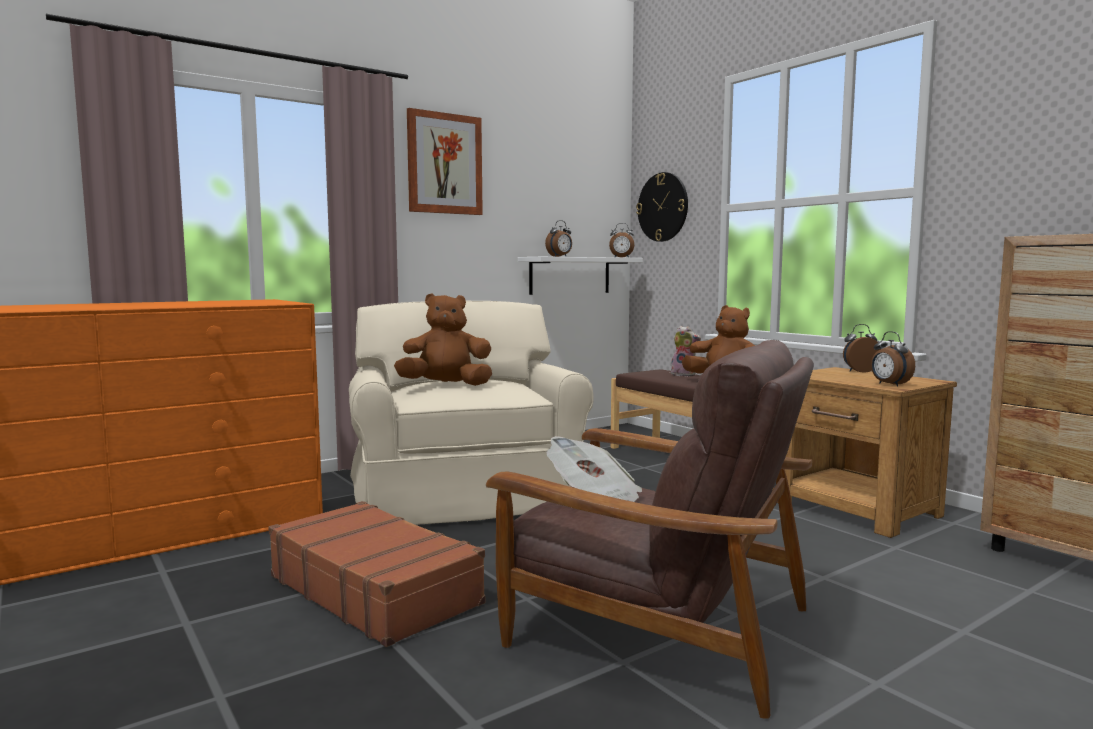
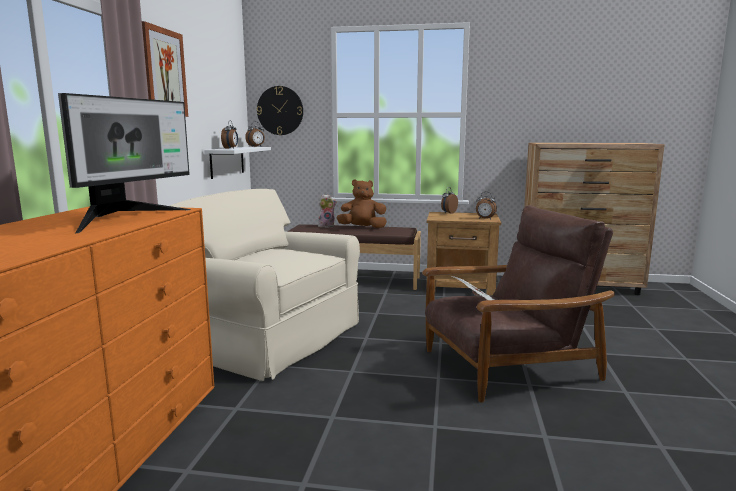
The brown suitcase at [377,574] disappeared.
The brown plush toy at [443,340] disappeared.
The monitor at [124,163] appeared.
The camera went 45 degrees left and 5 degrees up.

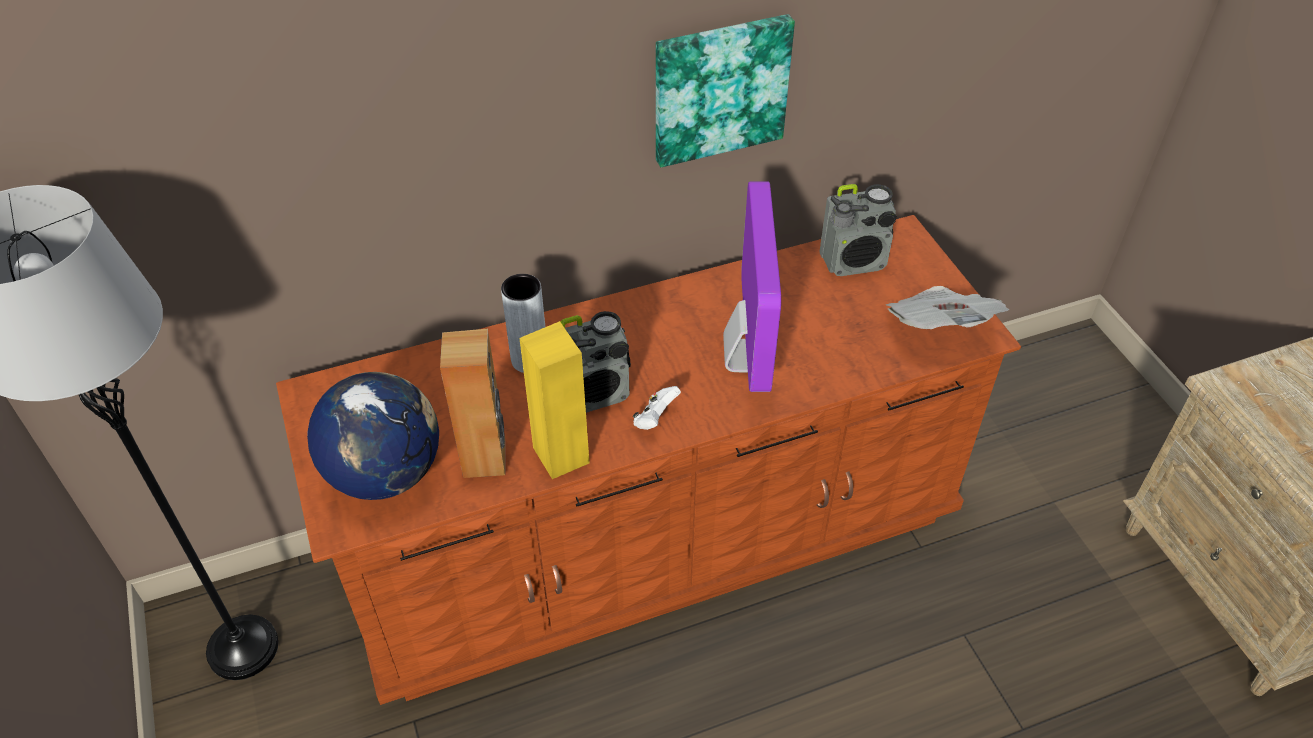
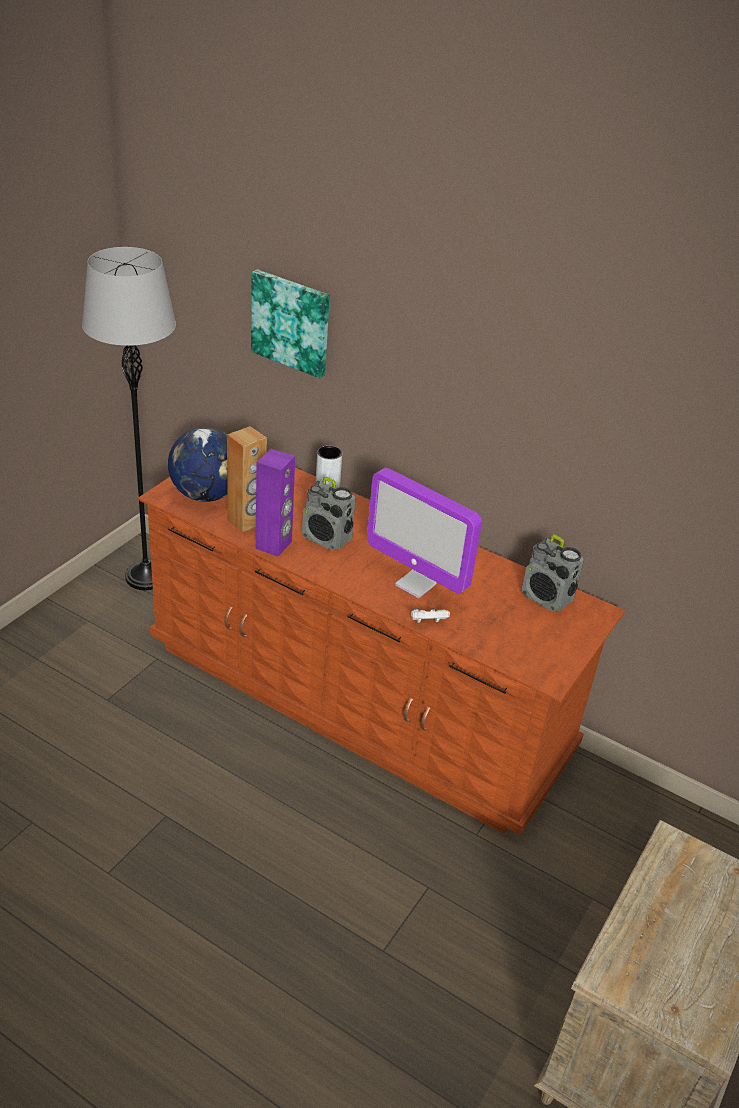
The newspaper at [947,307] disappeared.
The white game controller moved from [657,408] to [430,615].
The picture moved from [725,90] to [290,324].
The yellow speaker at [554,400] became the purple speaker at [275,503].
The monitor at [752,286] turned 75 degrees clockwise.
The camera went 50 degrees right and 10 degrees down.

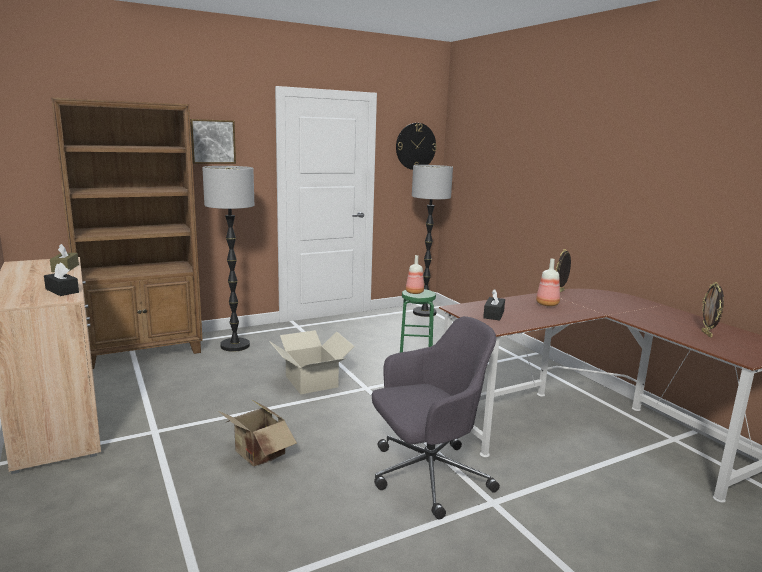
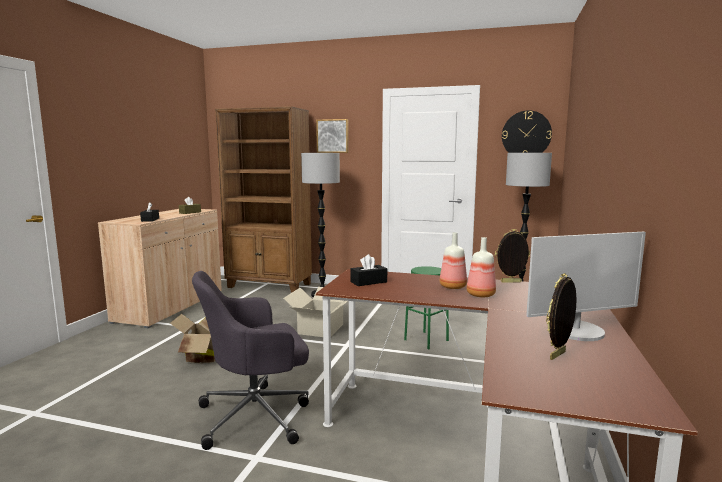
The monitor at [586,286] appeared.
The bottle moved from [415,274] to [481,267].
The grey office chair at [436,418] turned 135 degrees clockwise.
The camera went 45 degrees right and 5 degrees down.

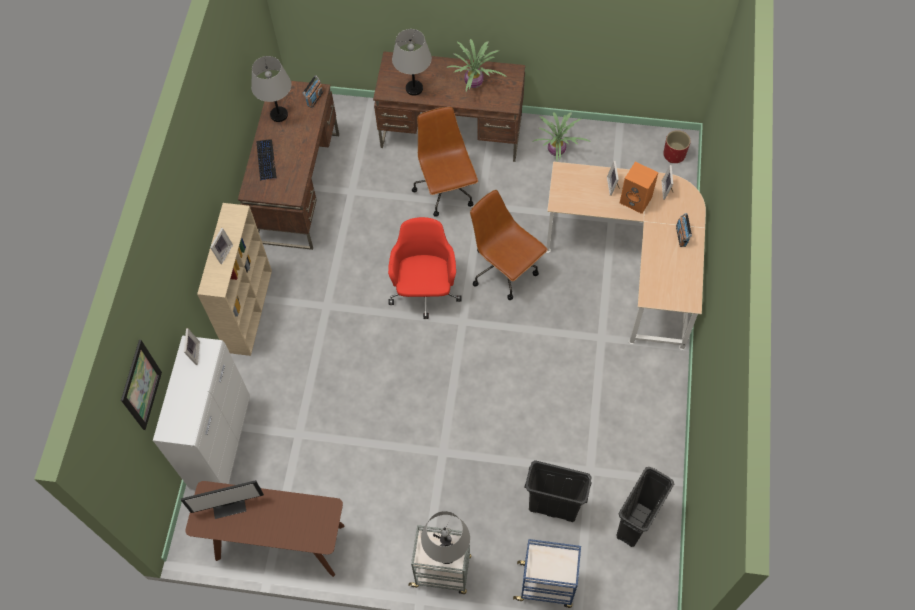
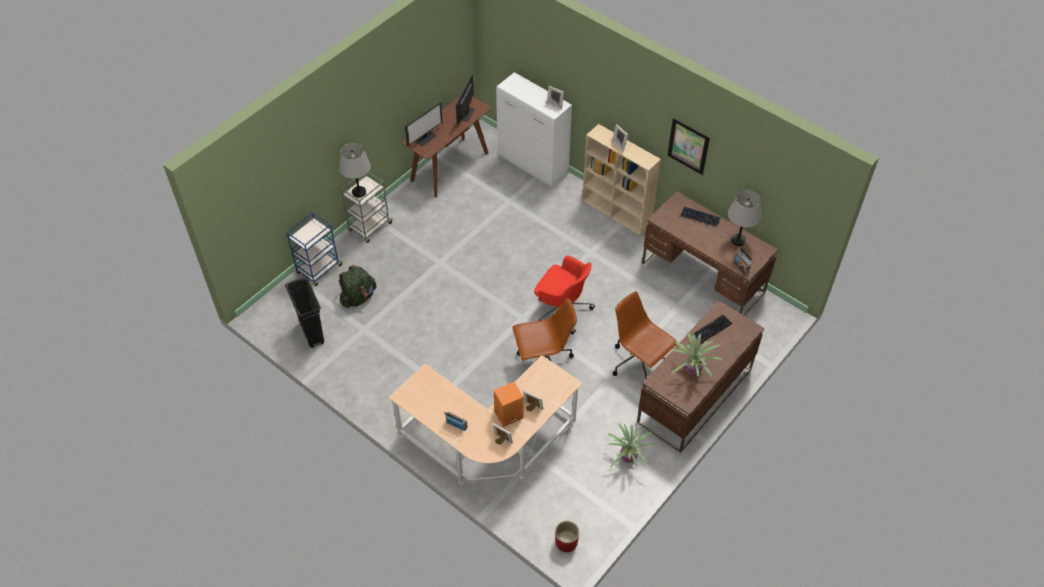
The monitor at [424,124] appeared.
The picture moved from [141,385] to [688,146].
The grey table lamp at [412,62] was replaced by the keyboard at [712,329].
The black trash can at [558,491] was replaced by the green backpack at [358,286].
The brown office chair at [445,162] turned 150 degrees counterclockwise.
The camera went 120 degrees right and 10 degrees down.

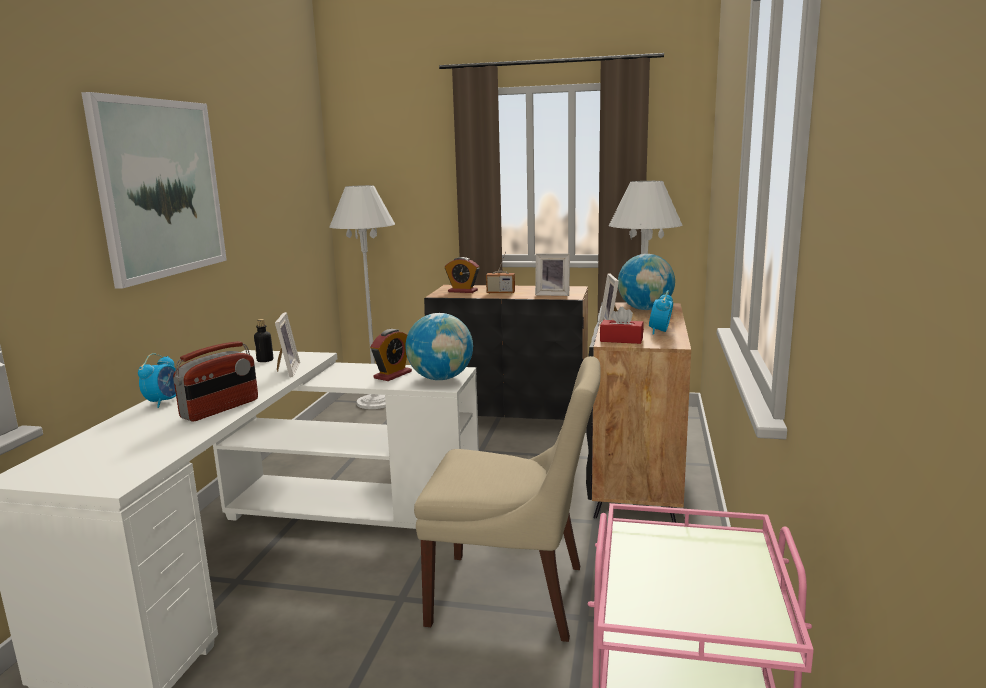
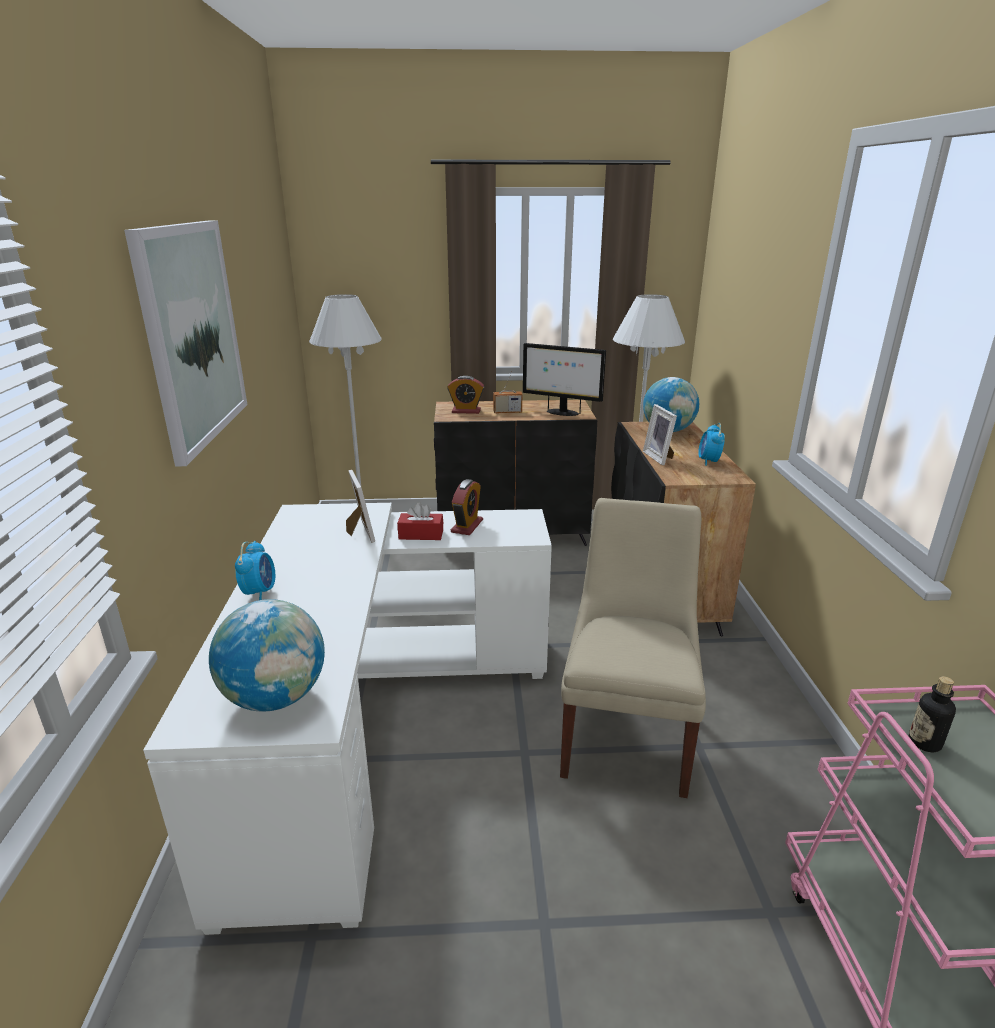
The radio at [215,381] disappeared.
The bottle moved from [263,340] to [932,714].
The globe moved from [439,346] to [267,655].
The red tissue box moved from [622,325] to [420,521].
The picture frame at [552,274] was replaced by the monitor at [564,379].
The beige chair at [507,499] turned 75 degrees counterclockwise.
The camera went 15 degrees left and 10 degrees up.

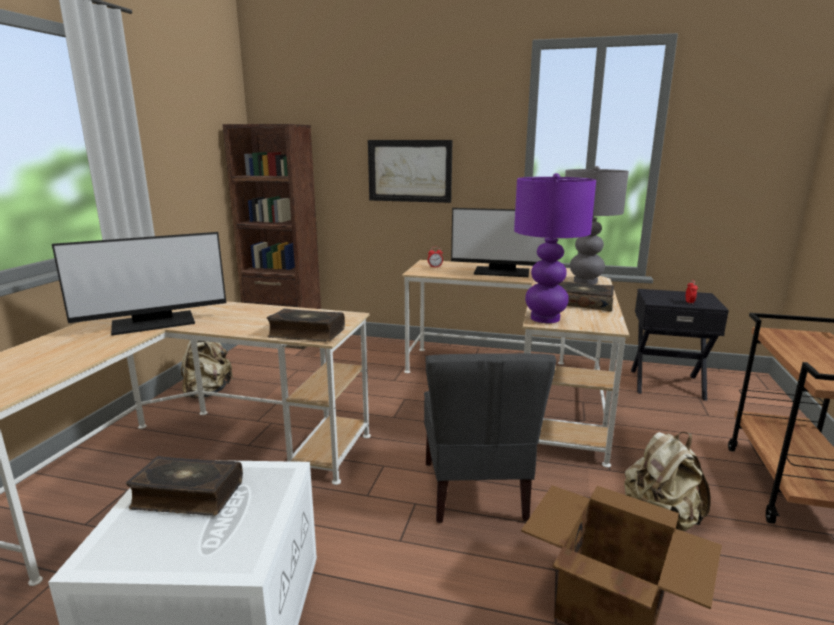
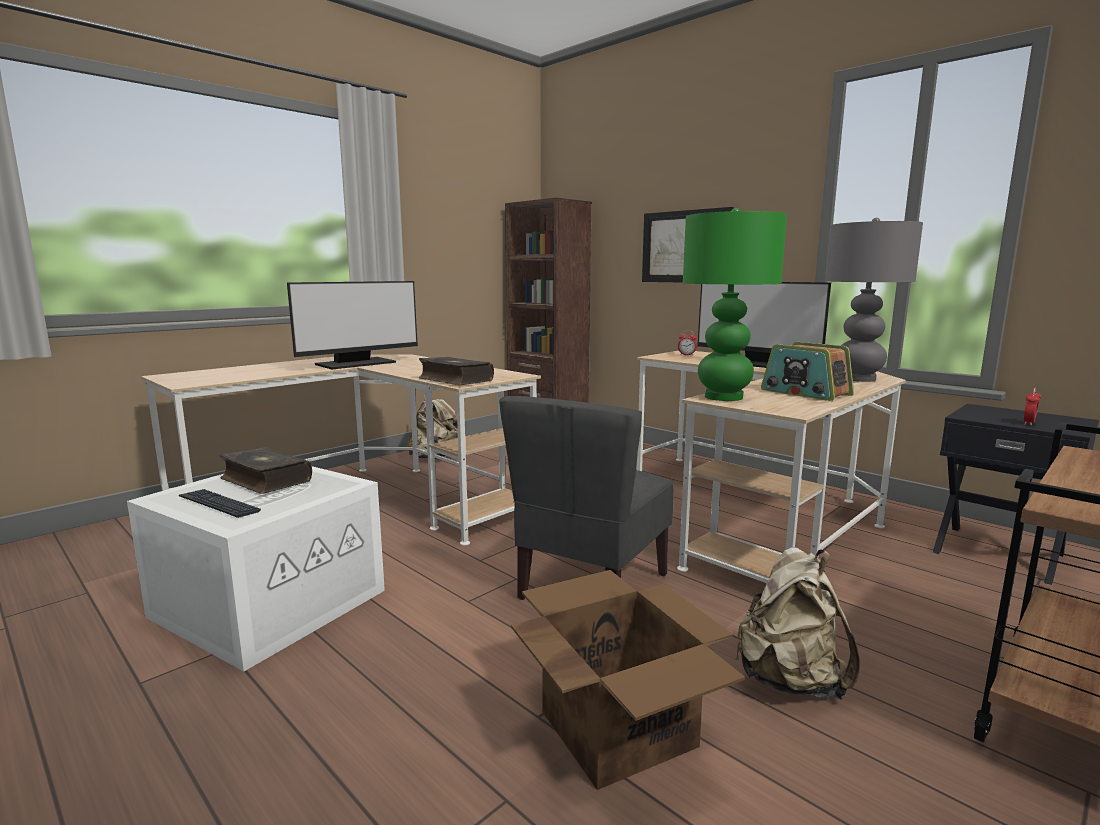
The keyboard at [220,503] appeared.
The book at [586,296] was replaced by the radio at [807,371].
The purple table lamp at [555,248] became the green table lamp at [735,304].
The monitor at [139,284] turned 45 degrees counterclockwise.
The camera went 30 degrees right and 5 degrees down.

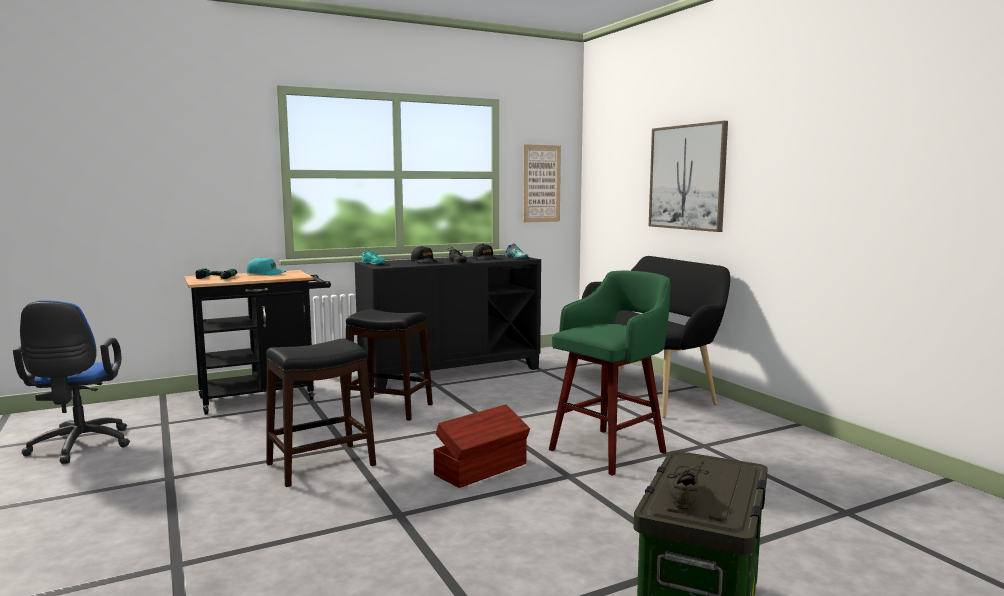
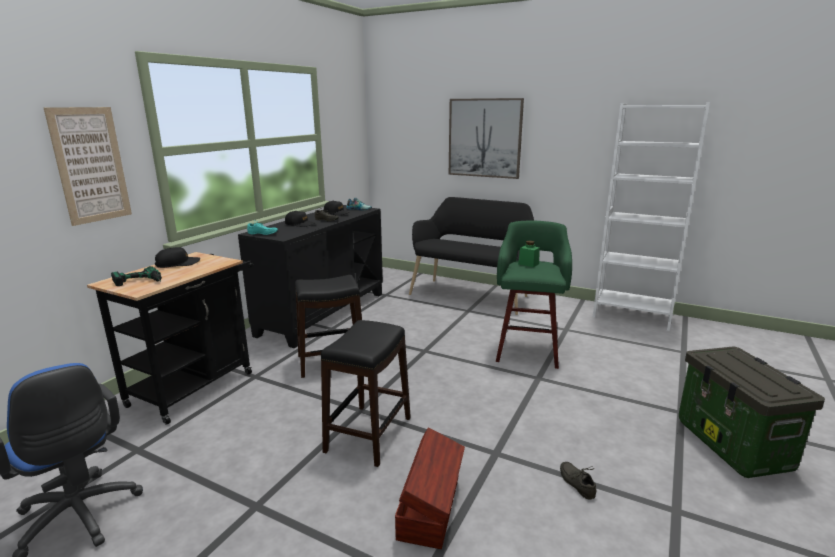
The green jar at [529,254] appeared.
The white bookcase at [651,217] appeared.
The brown storage box moved from [481,446] to [430,488].
The picture moved from [542,183] to [88,166].
The grey shoe moved from [688,486] to [578,481].
The turquoise cap at [266,266] became the black cap at [177,257].
The camera went 35 degrees left and 10 degrees up.

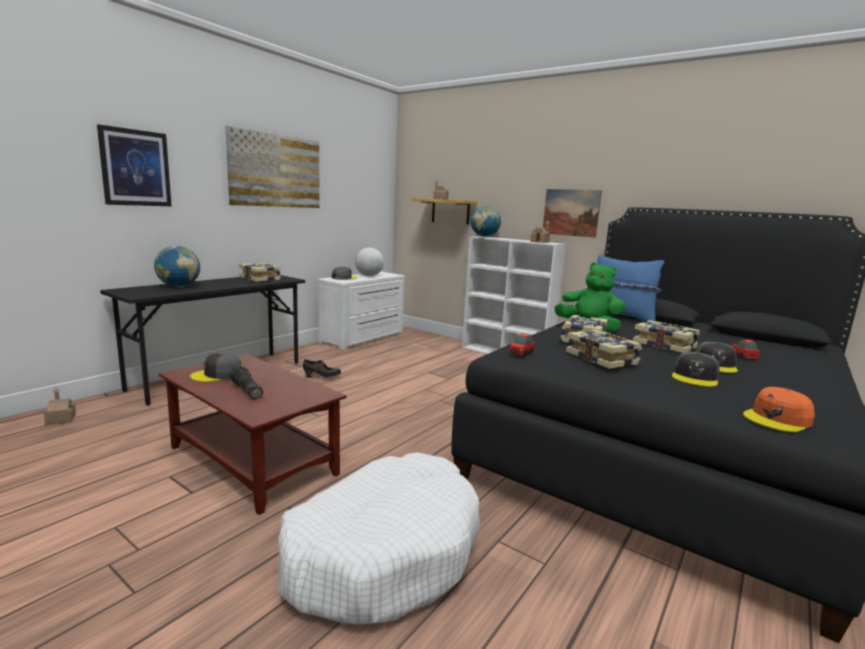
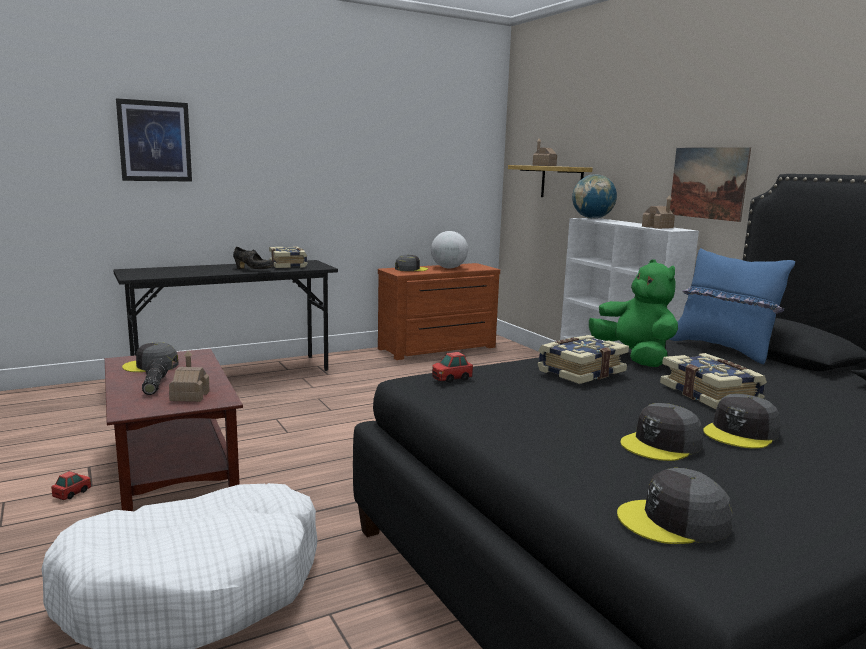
The globe at [177,266] disappeared.
The picture at [273,167] disappeared.
The book at [604,349] disappeared.
The toy house moved from [60,406] to [189,376].
The black shoe moved from [322,368] to [253,258].
The toy car moved from [746,349] to [71,485].
The white dresser at [361,311] became the brown dresser at [439,311].
The orange cap at [779,409] became the grey cap at [674,506].
The camera went 25 degrees right and 0 degrees up.

